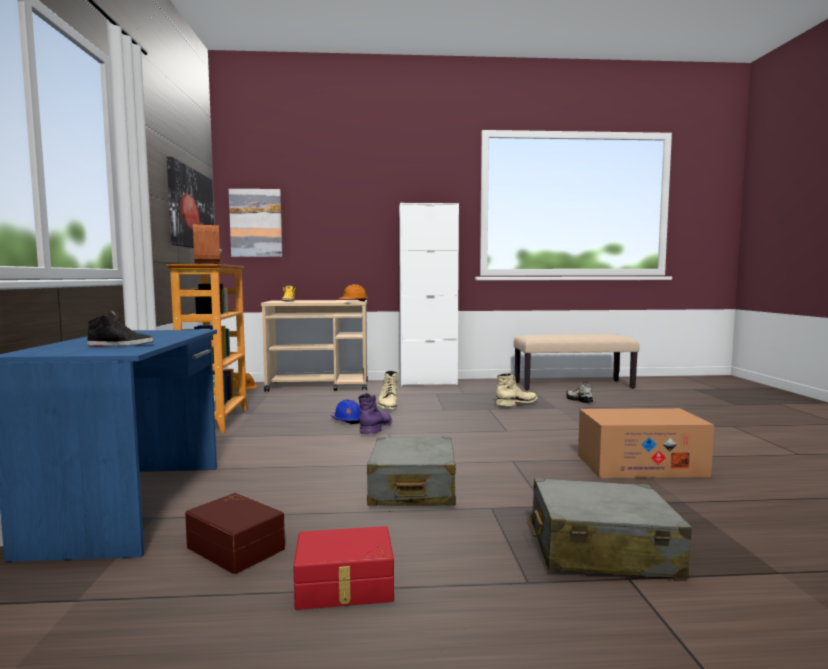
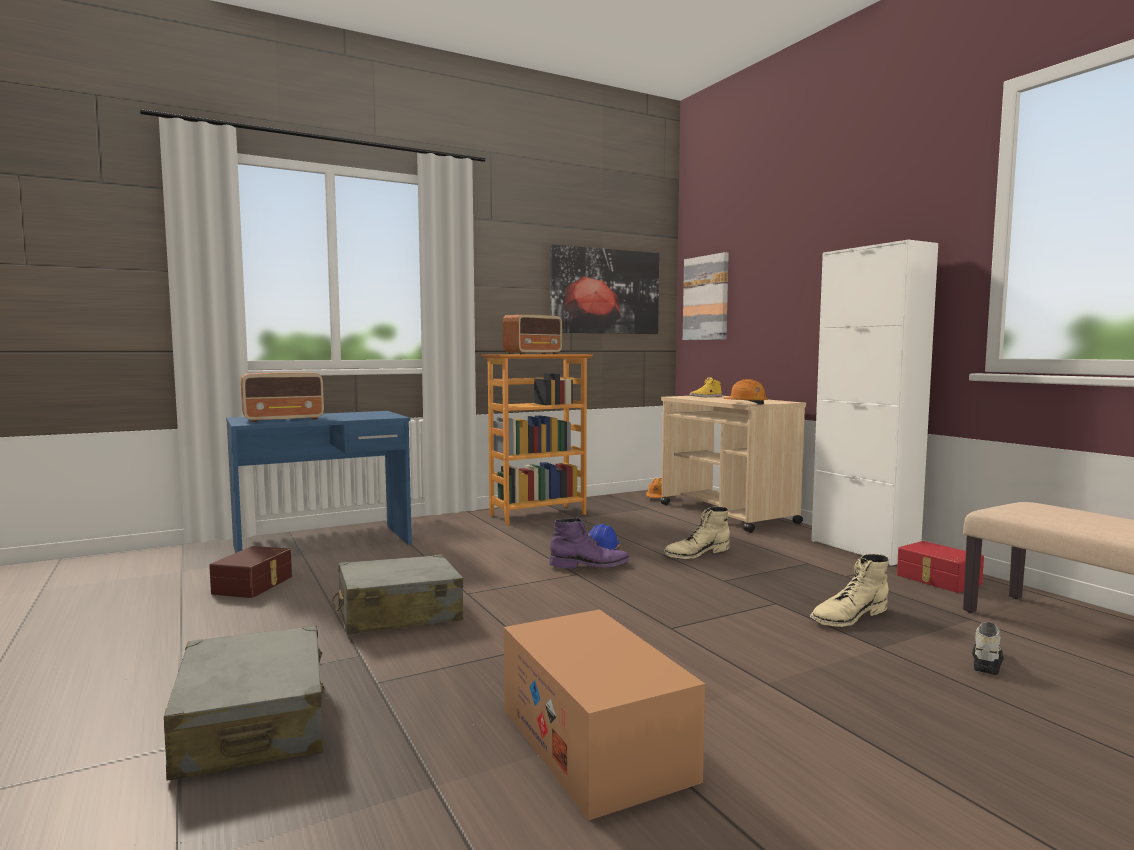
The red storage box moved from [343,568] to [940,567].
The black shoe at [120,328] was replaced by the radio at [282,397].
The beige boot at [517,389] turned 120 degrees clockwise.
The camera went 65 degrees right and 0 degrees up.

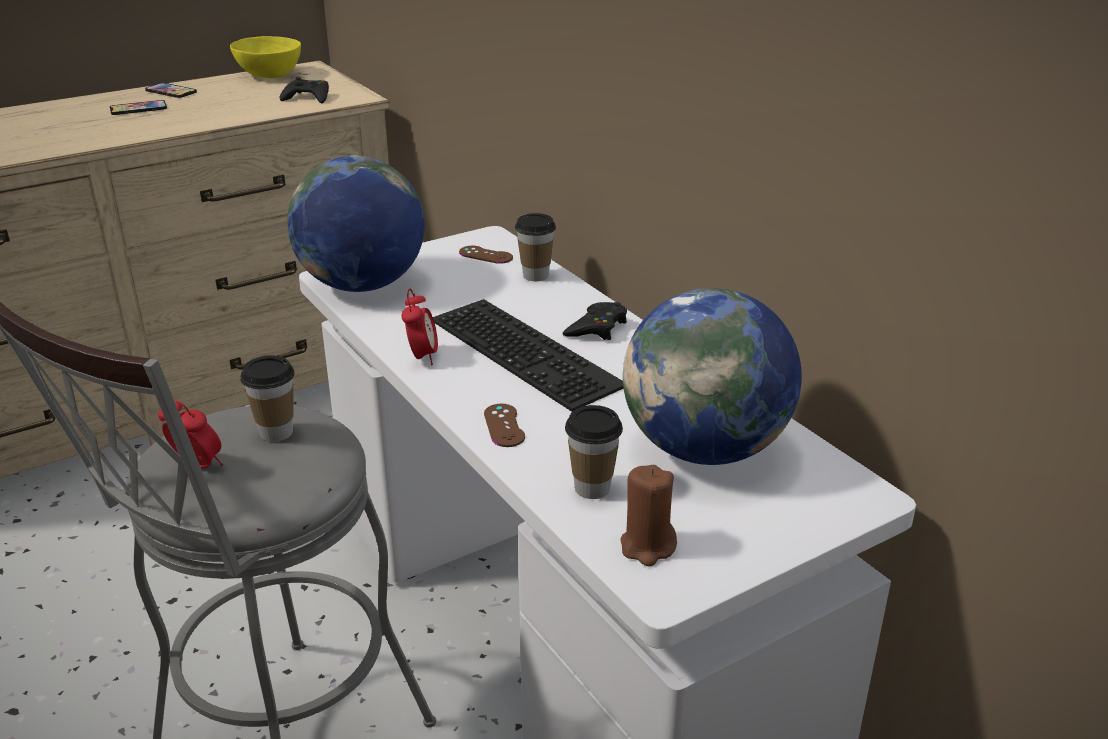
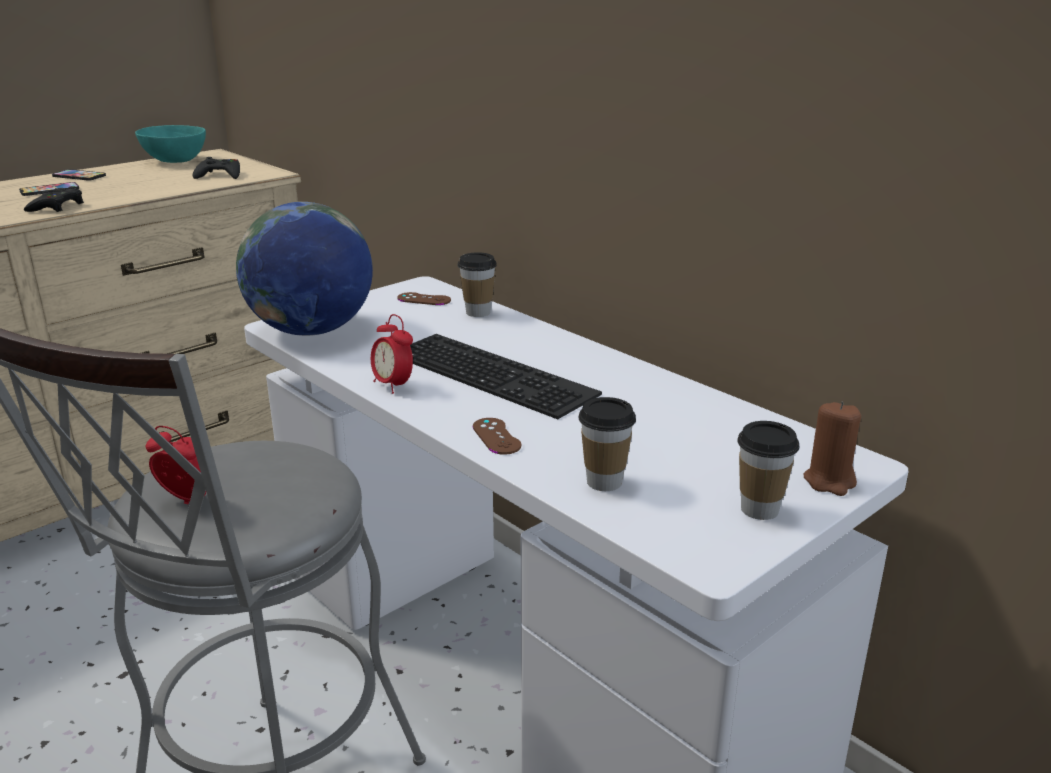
The globe at [712,376] disappeared.
The cup moved from [267,398] to [768,470].
The black game controller moved from [595,321] to [54,199].
The brown candle moved from [648,515] to [832,448].
The yellow bowl at [265,57] became the turquoise bowl at [170,144].
The alarm clock at [419,327] turned 150 degrees clockwise.
The camera went 10 degrees left and 5 degrees down.

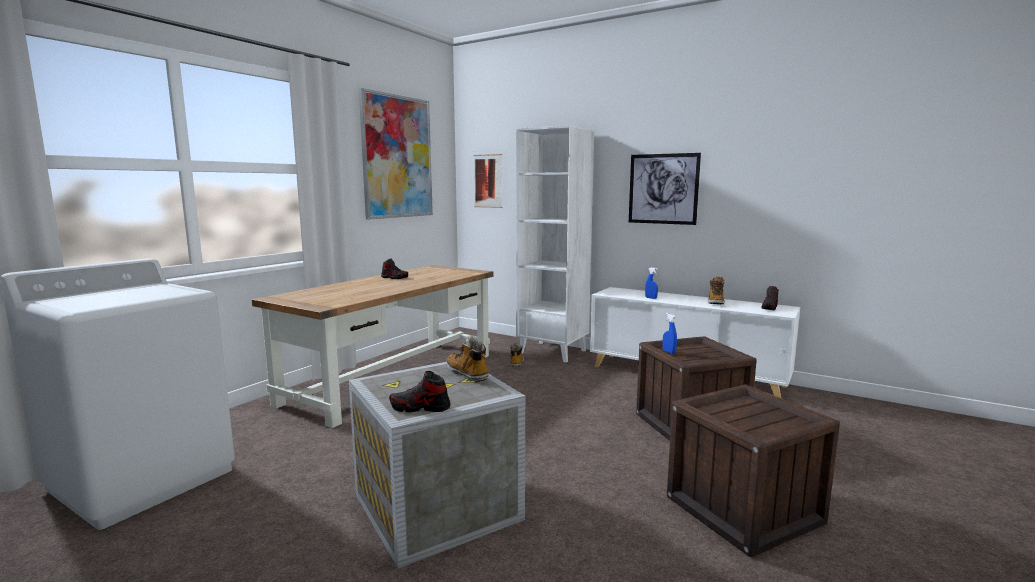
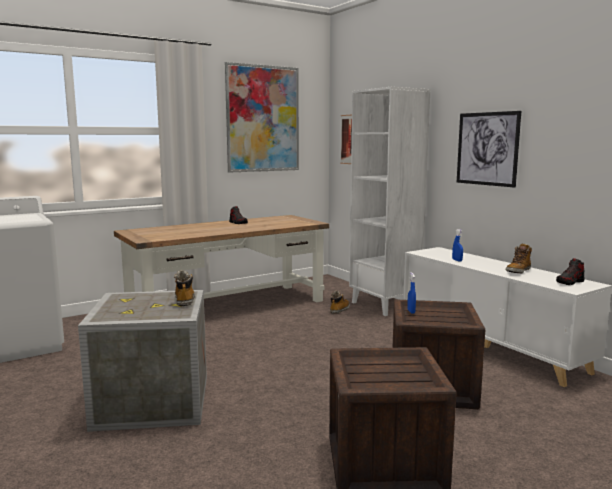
The shoe at [420,391] disappeared.
The camera went 25 degrees right and 0 degrees up.

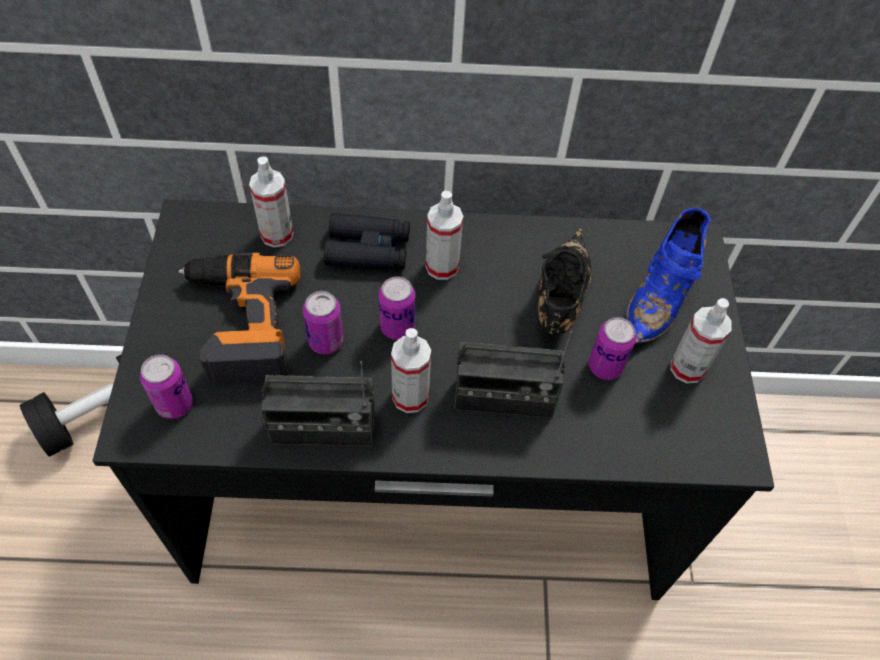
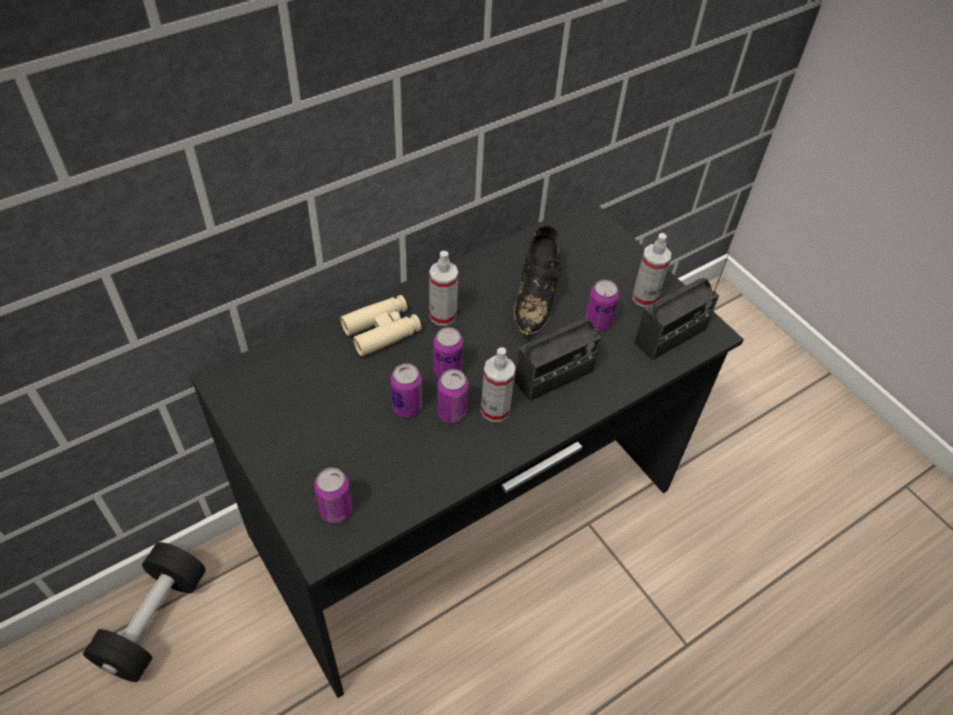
The power drill at [239,318] disappeared.
The spray bottle at [271,202] disappeared.
The blue shoe at [668,276] disappeared.
The can at [453,396] appeared.
The radio moved from [318,404] to [682,306].
The black binoculars at [367,241] became the beige binoculars at [381,326].
The black shoe at [565,281] turned 150 degrees counterclockwise.
The camera went 35 degrees left and 5 degrees down.

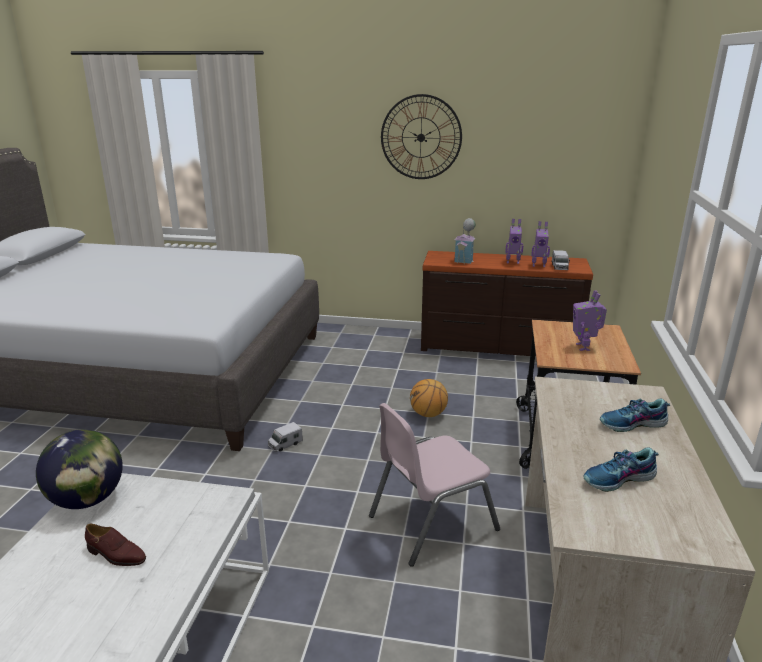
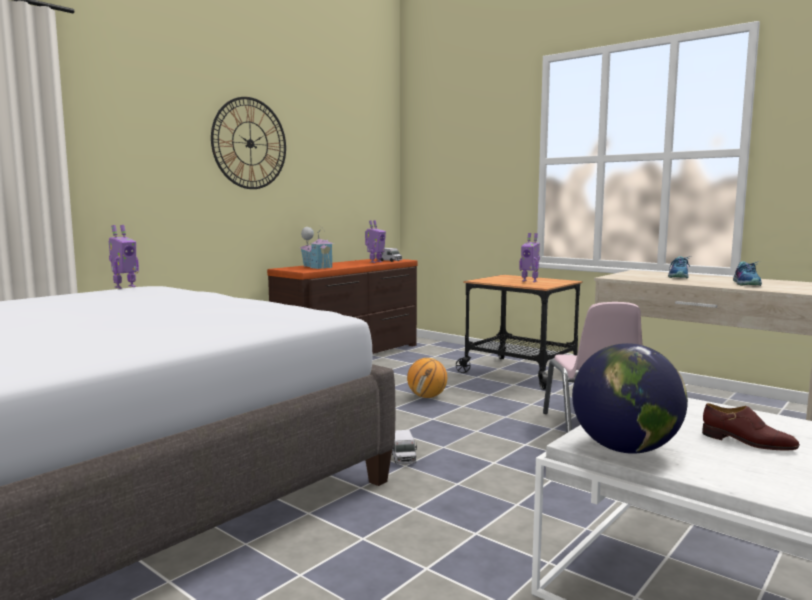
The toy robot moved from [514,241] to [124,257].
The brown shoe at [115,545] turned 75 degrees clockwise.
The camera went 60 degrees left and 15 degrees down.

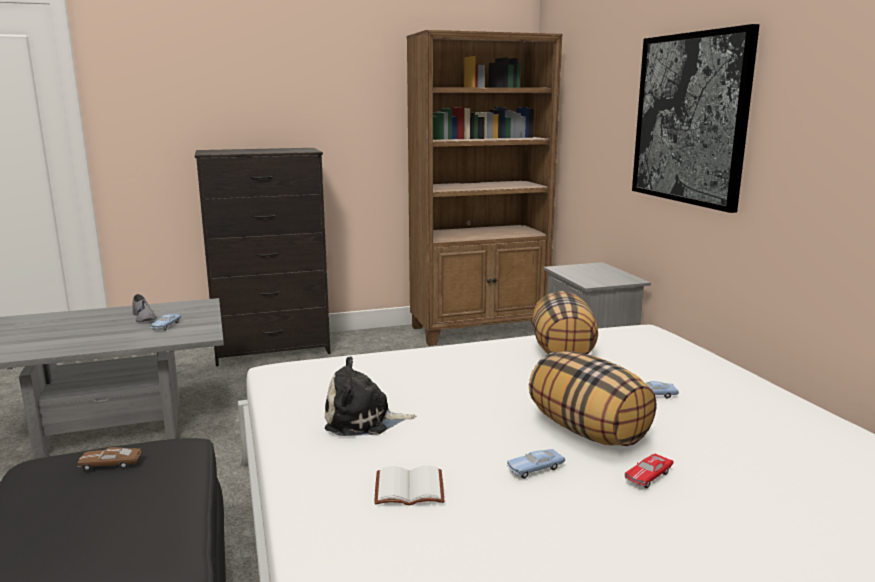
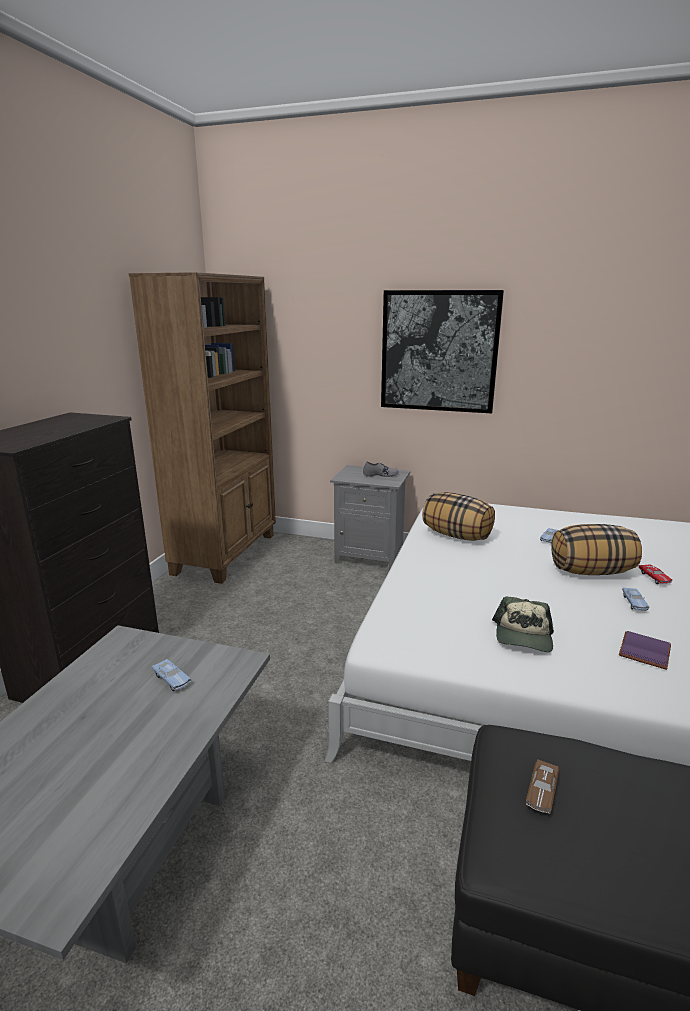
The grey shoe moved from [144,308] to [381,469].
The plush toy at [370,396] was replaced by the cap at [523,624].
The white book at [409,485] became the purple book at [645,650].
The camera went 55 degrees left and 5 degrees up.

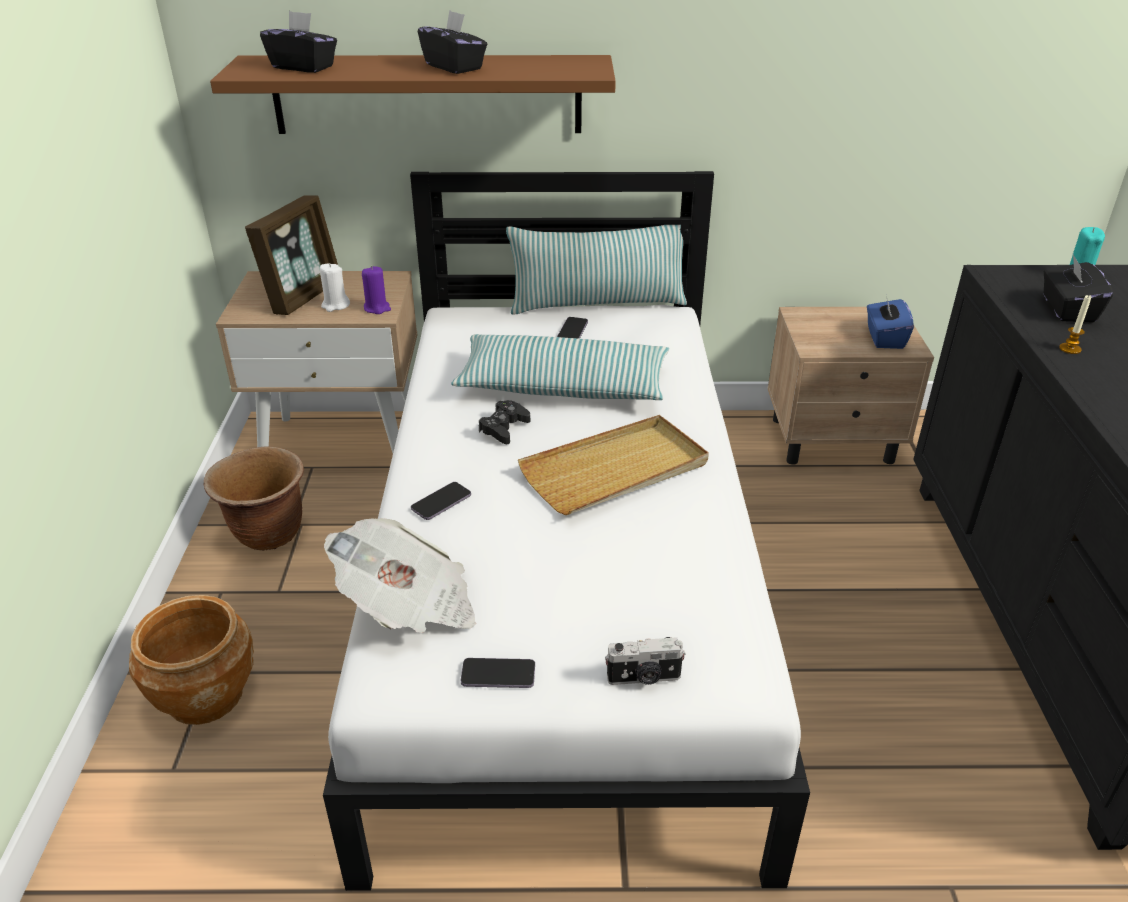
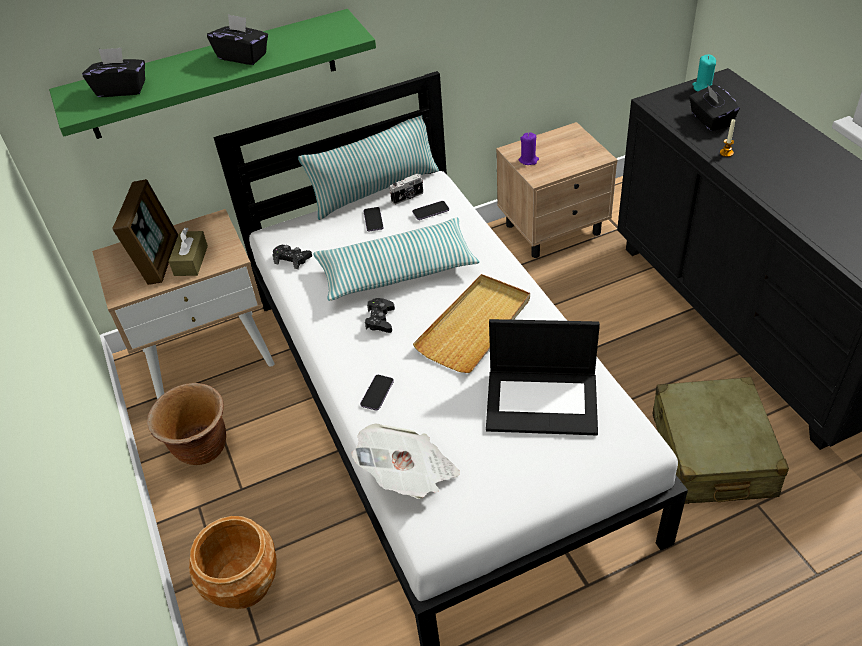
The blue tissue box at [890,322] disappeared.
The black game controller at [292,257] appeared.
The laptop at [543,377] appeared.
The beige suitcase at [720,440] appeared.
The purple candle moved from [376,290] to [529,149].
The phone moved from [498,673] to [430,210].
The photo camera moved from [645,661] to [406,189].
The white candle at [335,287] was replaced by the brown tissue box at [188,252].
The brown shelf at [413,94] became the green shelf at [212,74].
The camera went 20 degrees left and 10 degrees up.

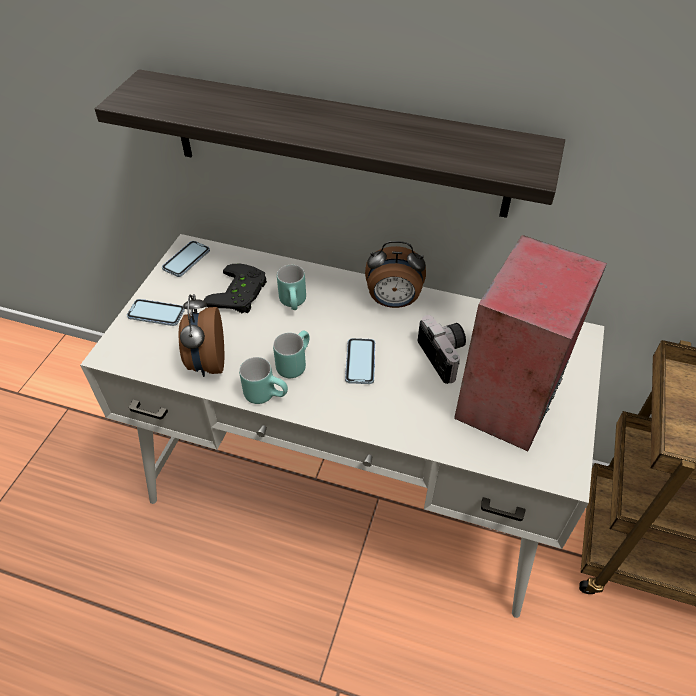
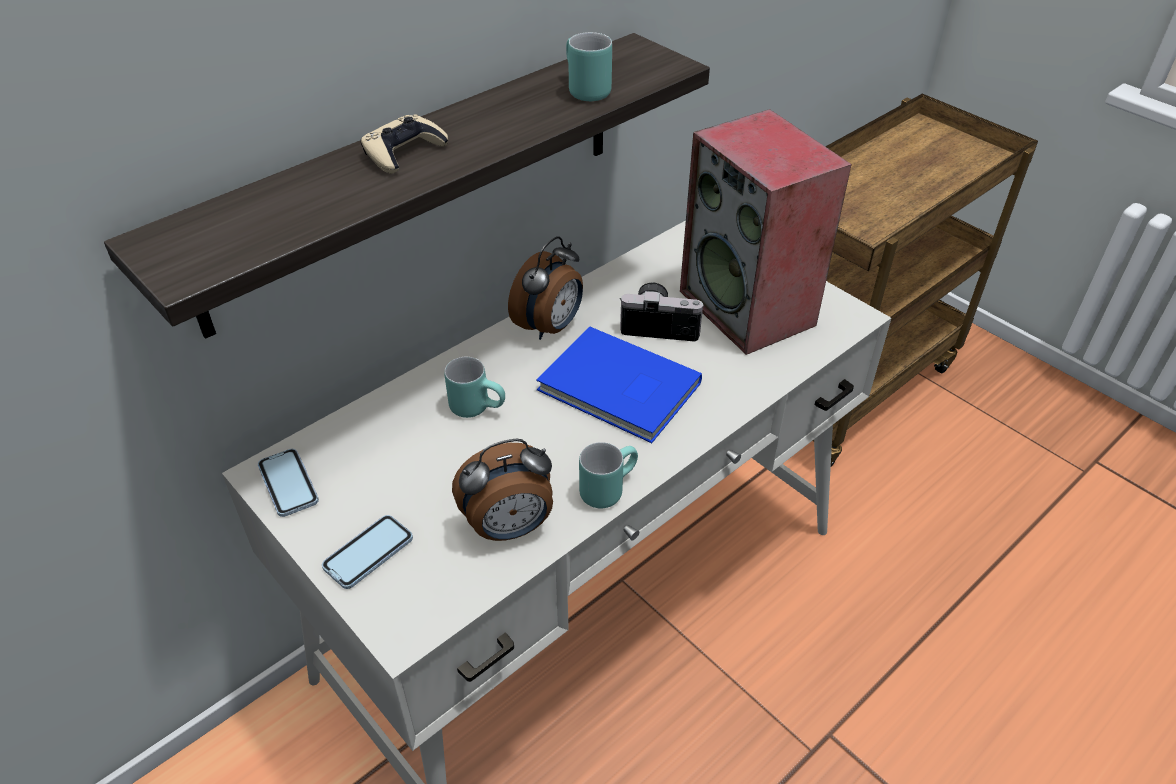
The black game controller at [235,288] disappeared.
The beige game controller at [404,144] appeared.
The turquoise mug moved from [291,354] to [589,66].
The phone at [360,361] was replaced by the blue book at [619,385].
The alarm clock at [201,335] turned 45 degrees counterclockwise.
The camera went 60 degrees left and 5 degrees down.

